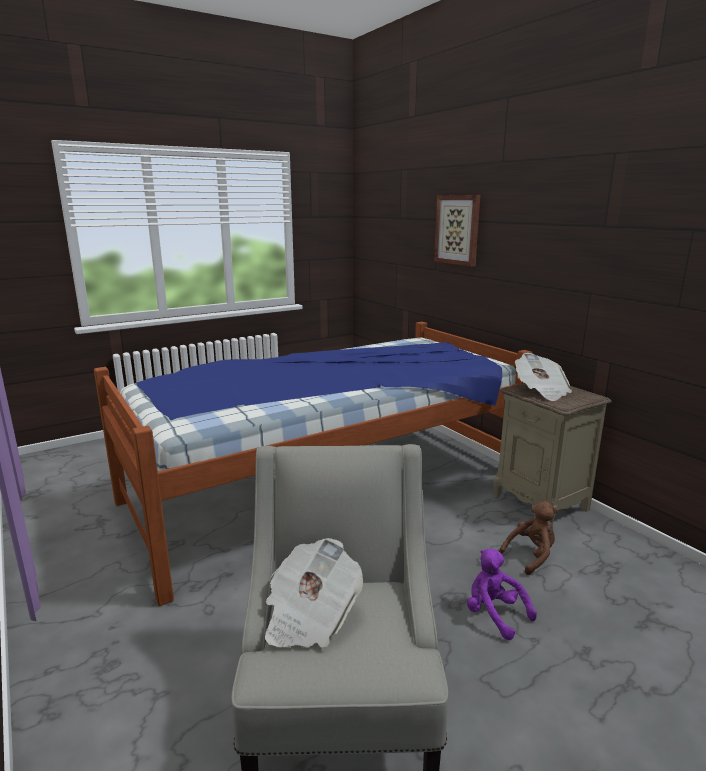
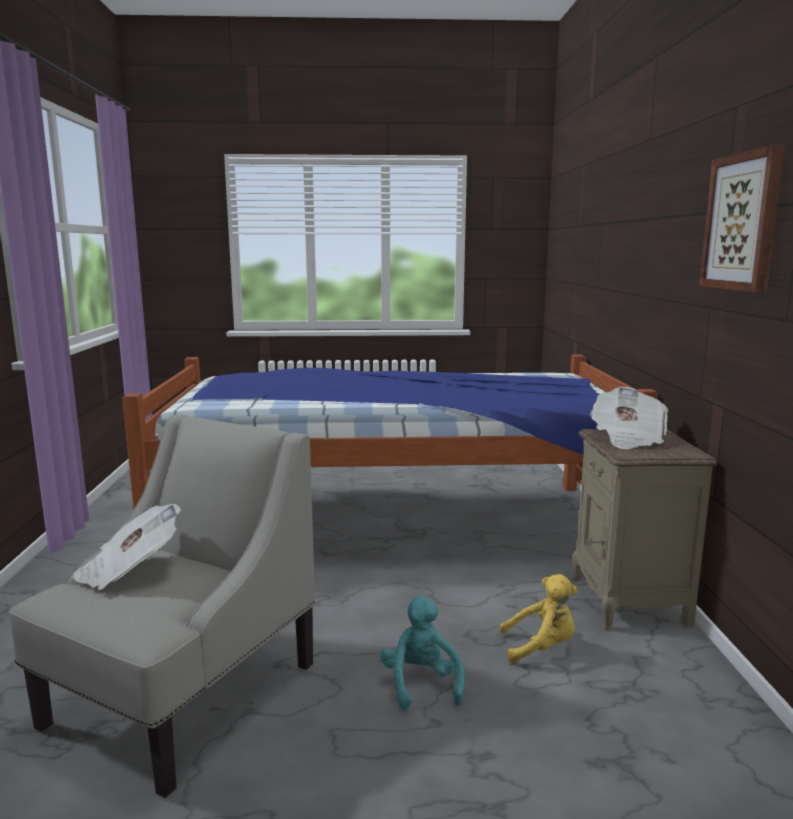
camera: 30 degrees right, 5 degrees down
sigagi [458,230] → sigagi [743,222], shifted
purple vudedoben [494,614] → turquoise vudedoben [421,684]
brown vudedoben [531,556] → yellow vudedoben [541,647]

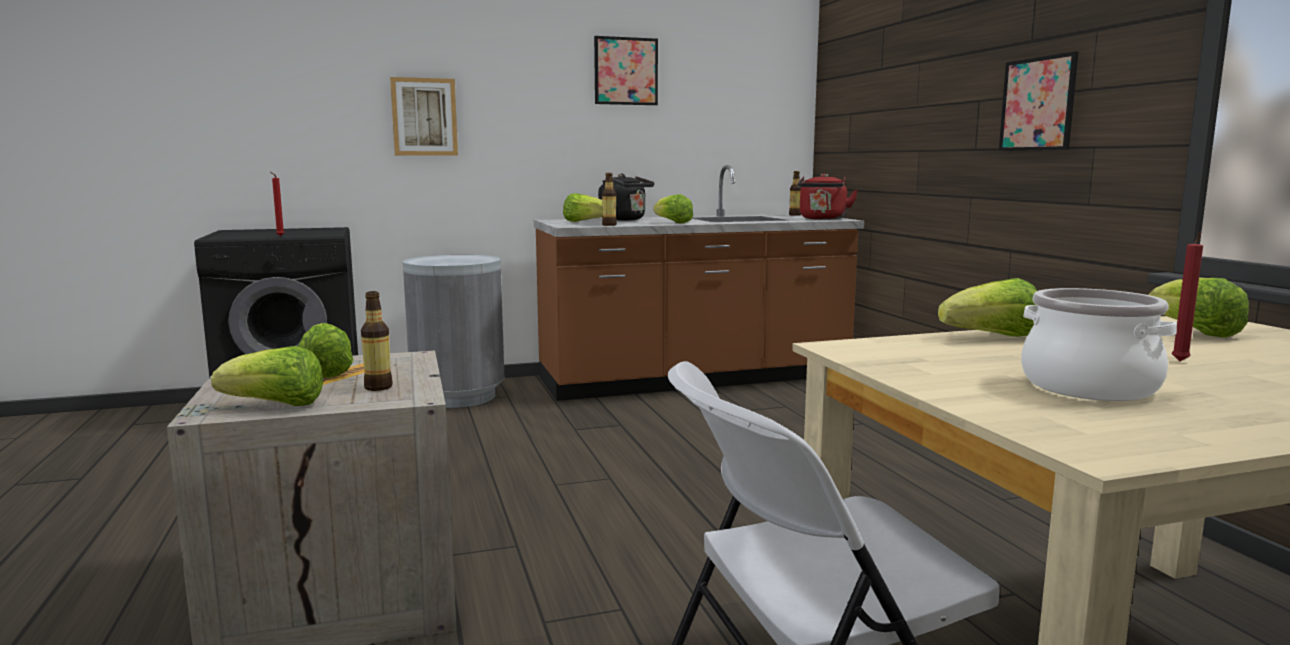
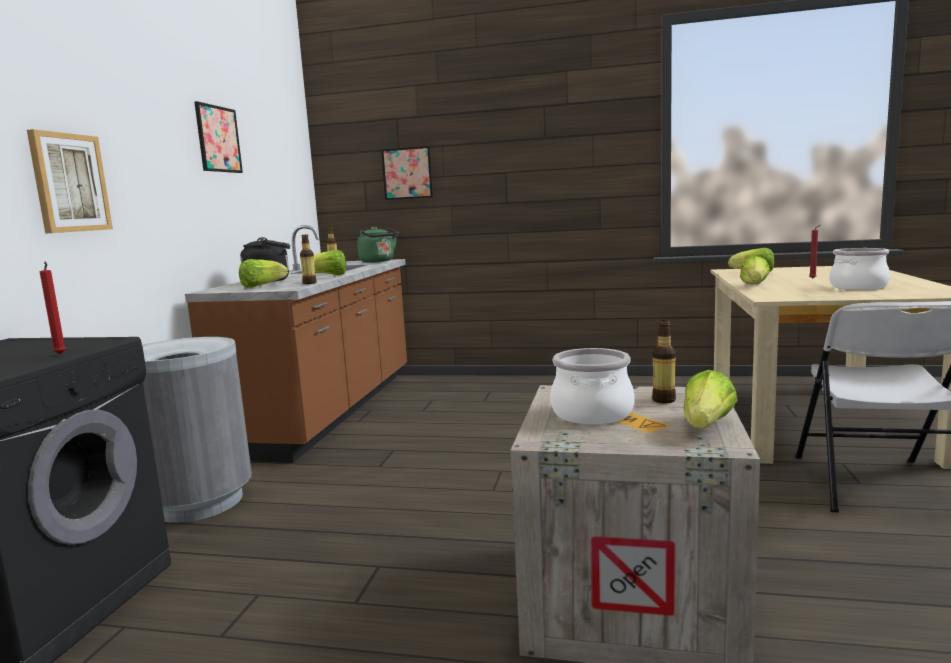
camera: 60 degrees left, 0 degrees up
sigagi [1038,104] → sigagi [407,173], shifted
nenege [326,372] → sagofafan [593,413]
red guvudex [822,219] → green guvudex [378,261]

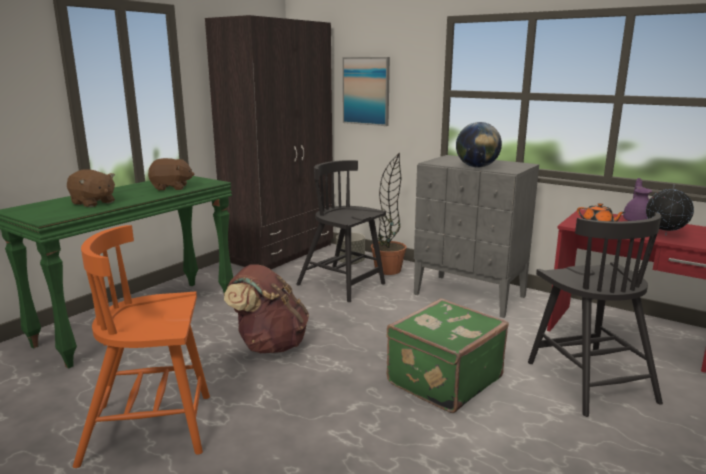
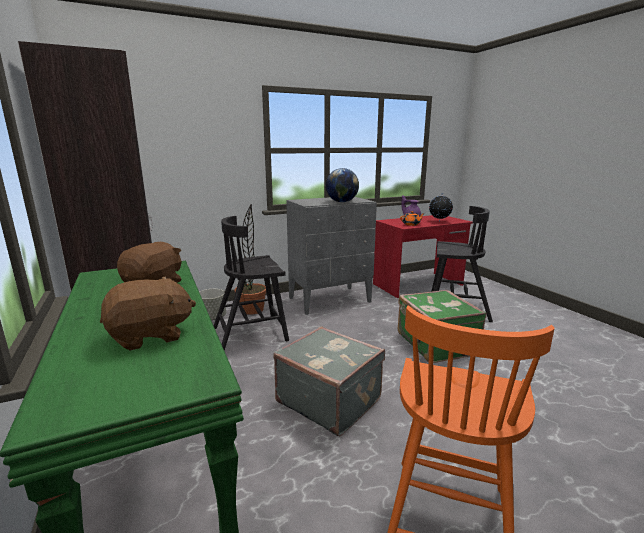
camera: 60 degrees left, 0 degrees up
sigagi [366,91] → -
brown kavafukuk [269,345] → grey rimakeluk [329,400]

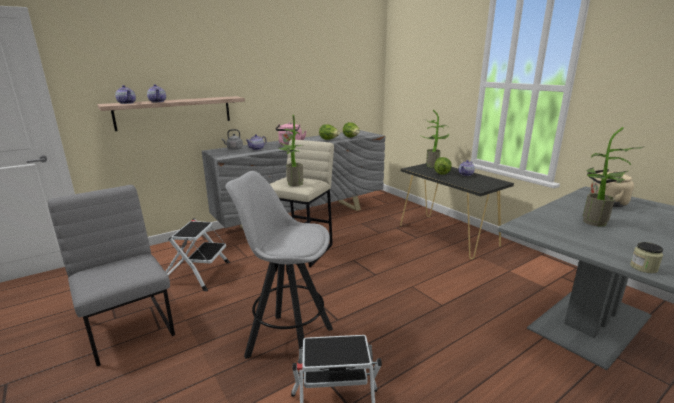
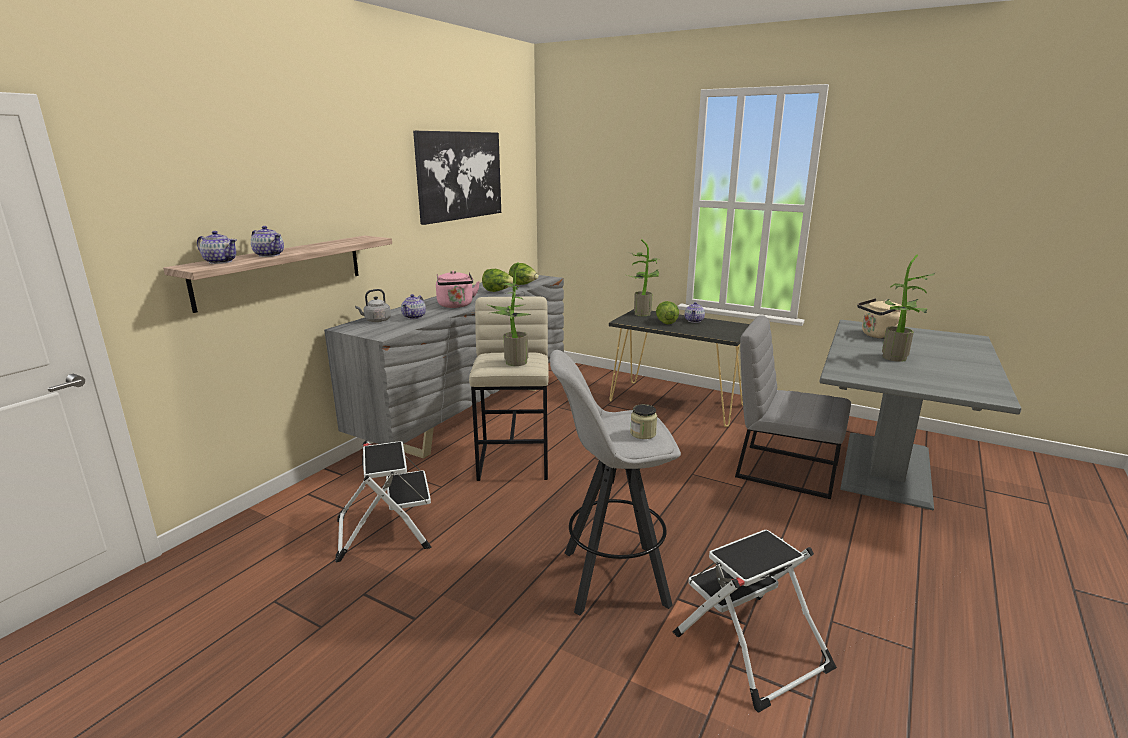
camera: 25 degrees left, 0 degrees up
- → sigagi [459,175]
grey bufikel [129,326] → grey bufikel [783,469], shifted
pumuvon [643,268] → pumuvon [643,433], shifted

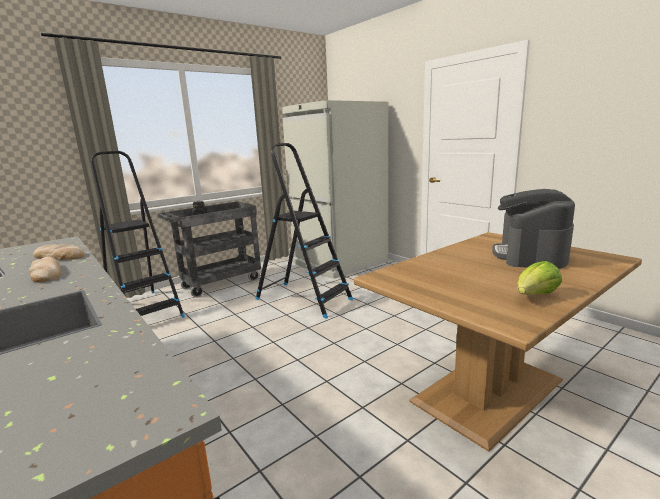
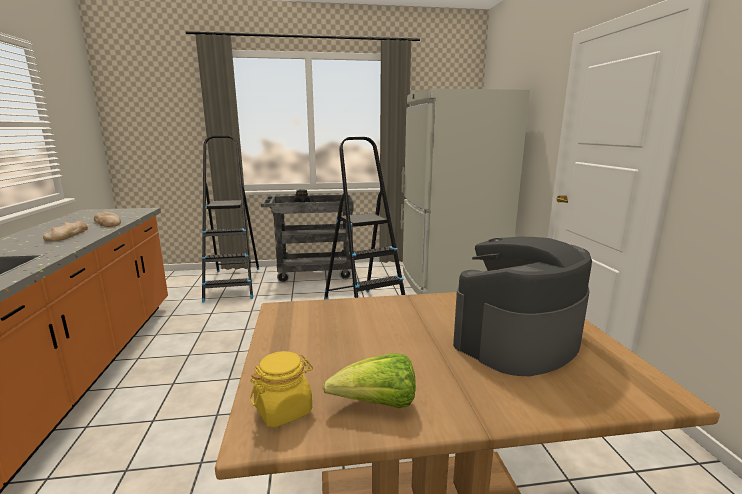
camera: 30 degrees right, 0 degrees up
- → yellow pumuvon [284,410]

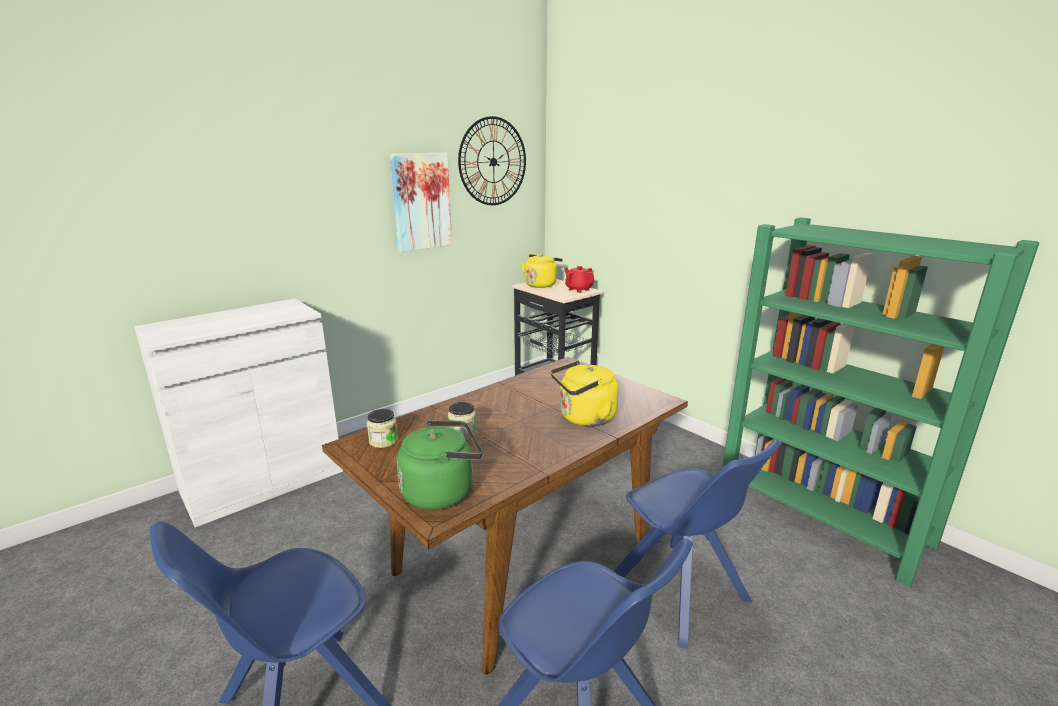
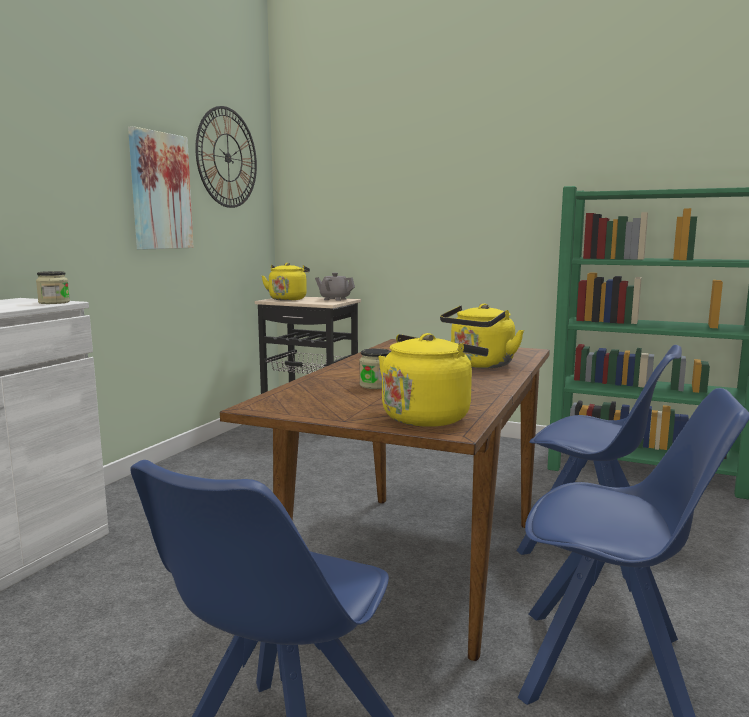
camera: 25 degrees left, 10 degrees down
pumuvon [383,441] → pumuvon [54,302], shifted
green guvudex [442,492] → yellow guvudex [429,416]
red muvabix [578,289] → grey muvabix [335,299]

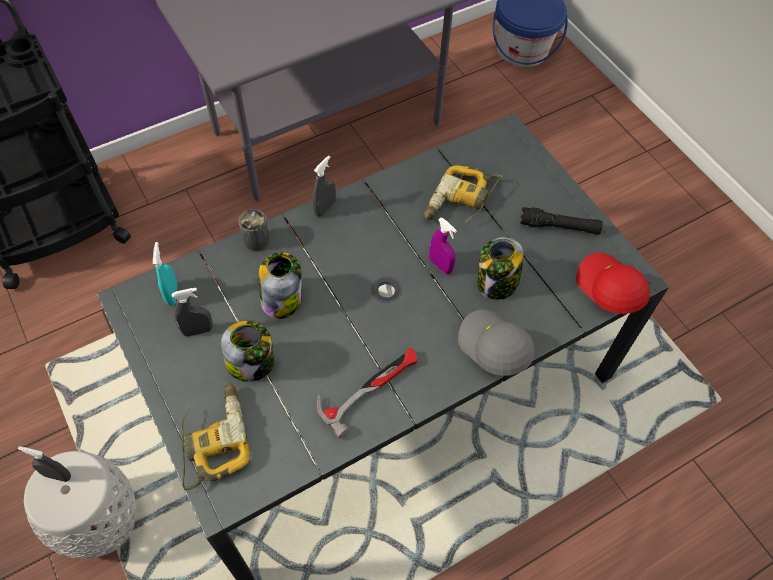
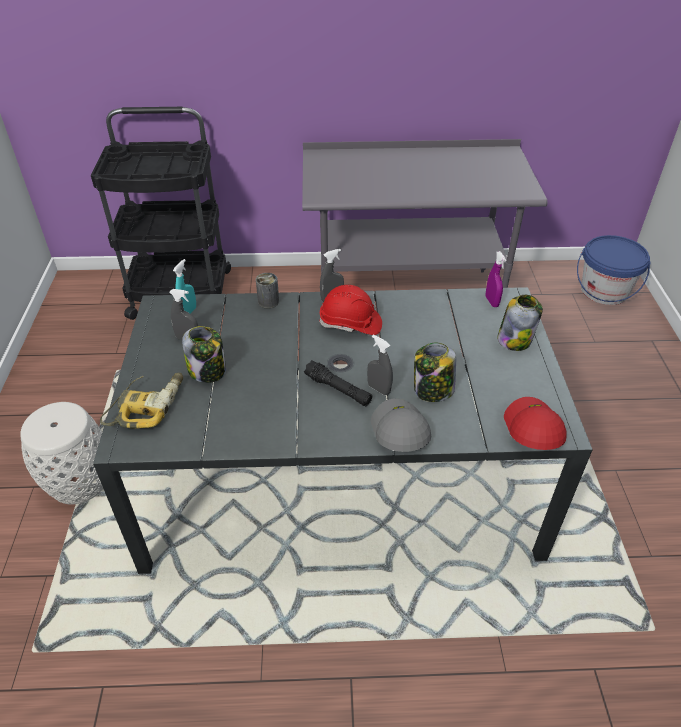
camera: 30 degrees right, 15 degrees down
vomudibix [369,387] → -
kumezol [461,202] → -
- → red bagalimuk [350,324]
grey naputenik [57,475] → grey naputenik [379,389], shifted
pumuvon [281,299] → pumuvon [514,340], shifted
purple naputenik [440,265] → purple naputenik [491,301], shifted
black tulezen [559,227] → black tulezen [338,389], shifted

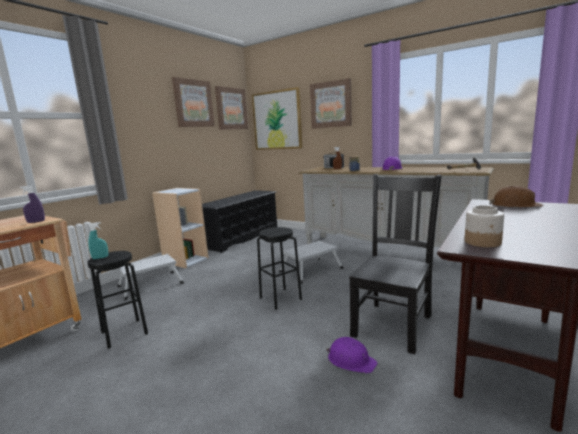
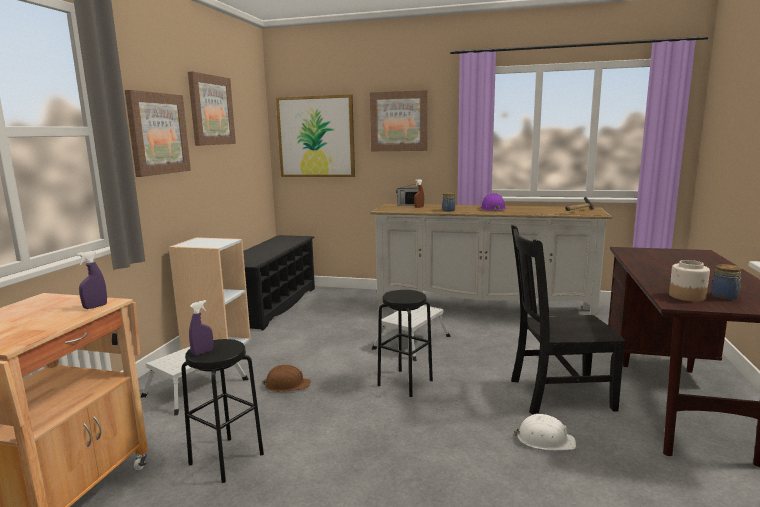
camera: 20 degrees left, 0 degrees up
- → pumuvon [725,296]
sigagi [231,108] → sigagi [158,134], shifted
brown bagalimuk [515,205] → brown bagalimuk [287,385], shifted
turquoise naputenik [100,258] → purple naputenik [202,352]
purple bagalimuk [351,360] → white bagalimuk [545,440]
black bufikel [393,324] → black bufikel [557,394], 105 degrees counterclockwise

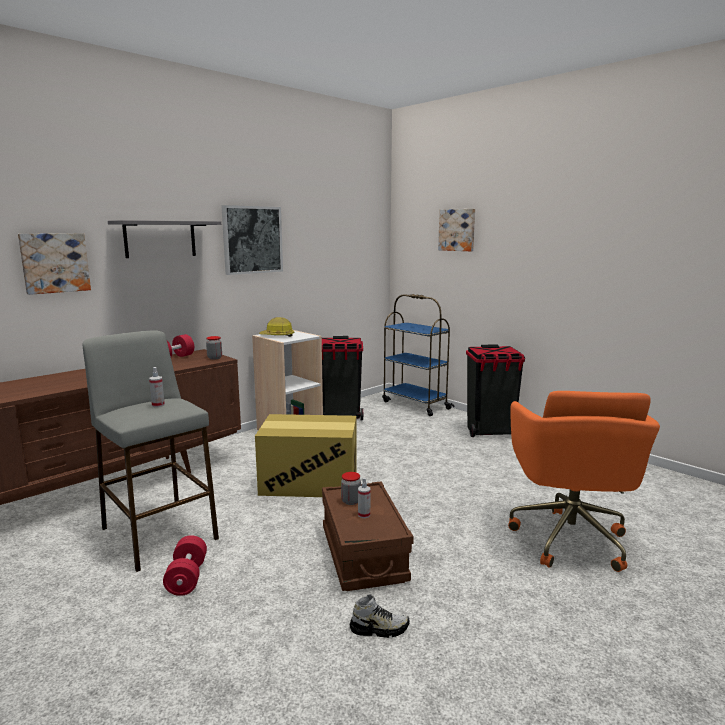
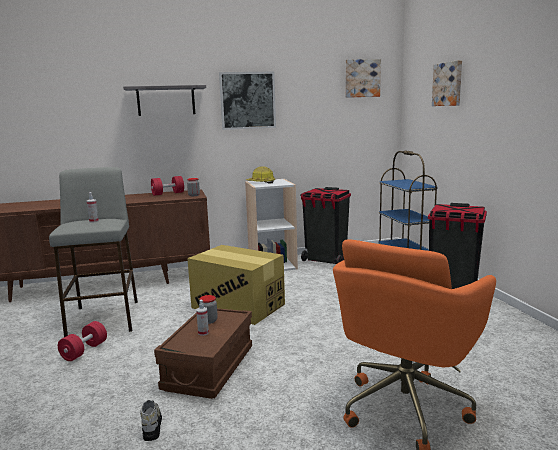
camera: 30 degrees right, 0 degrees up
sigagi [54,263] → sigagi [362,78], shifted
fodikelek [379,629] → fodikelek [151,425], 135 degrees counterclockwise

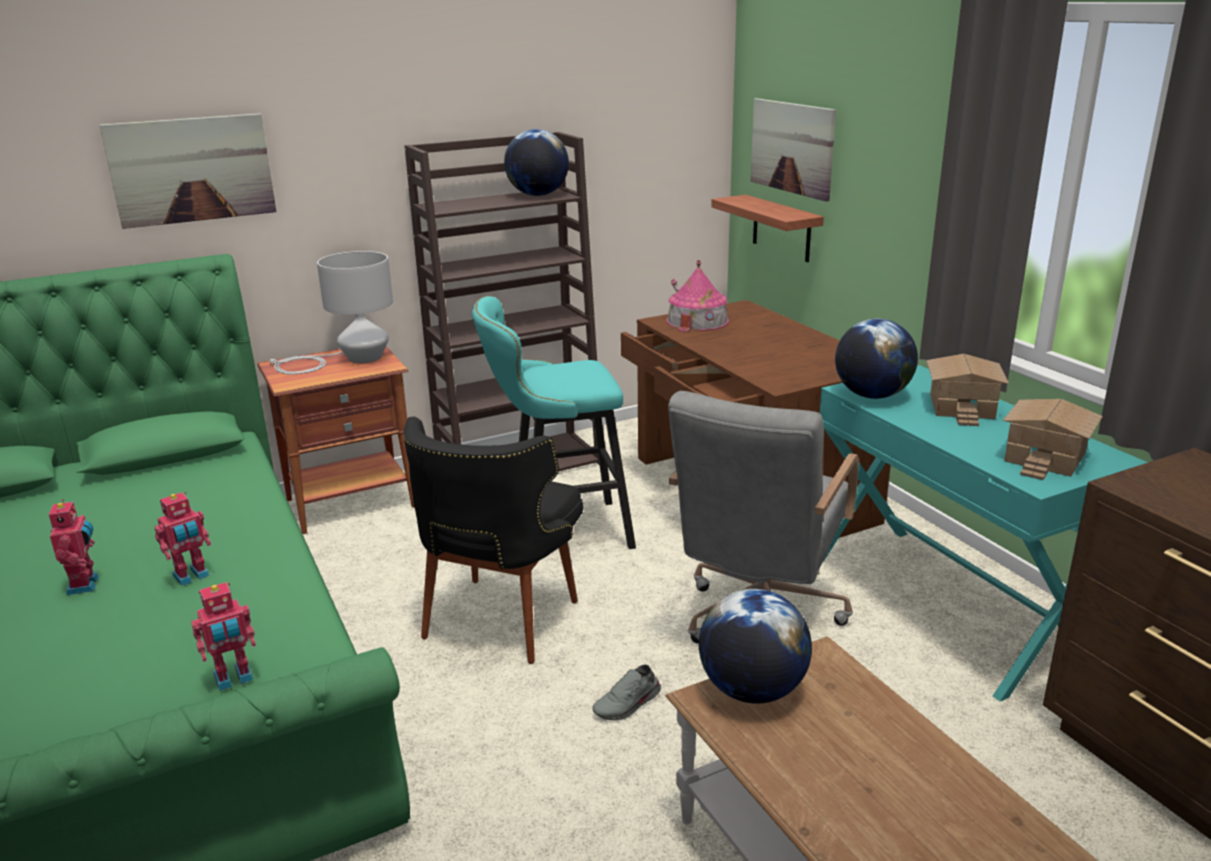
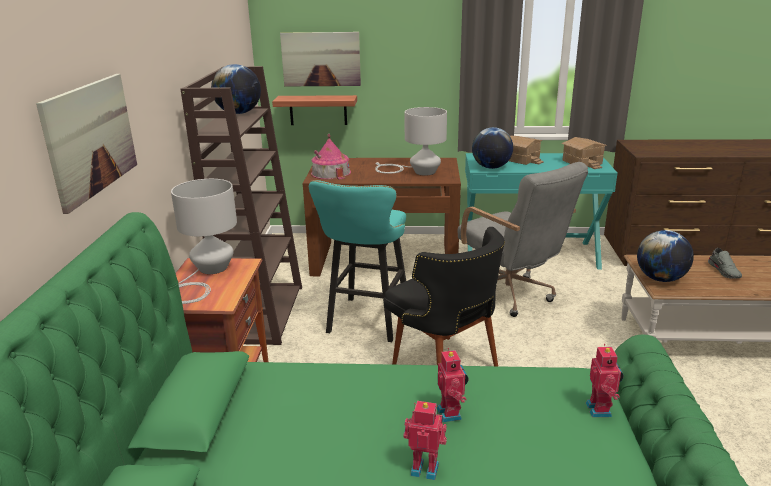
camera: 60 degrees left, 0 degrees up
- → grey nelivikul [411,171]
grey fodikelek [628,705] → grey fodikelek [725,271], shifted

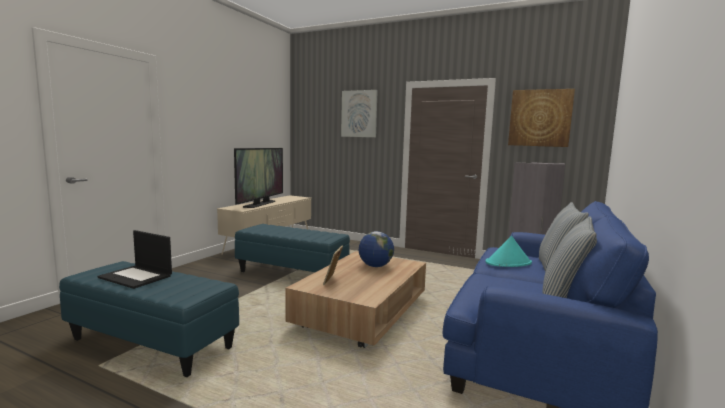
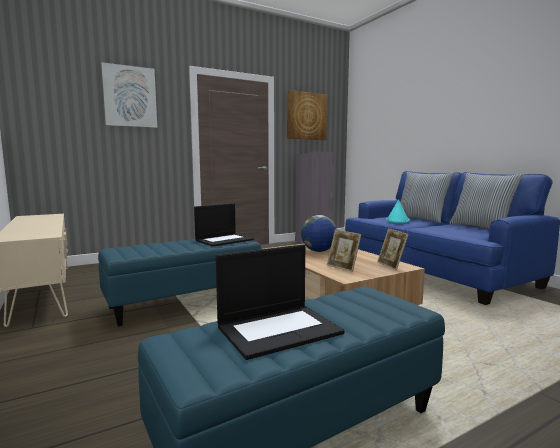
camera: 55 degrees left, 0 degrees up
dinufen [260,204] → -
- → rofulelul [224,240]
- → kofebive [391,266]

